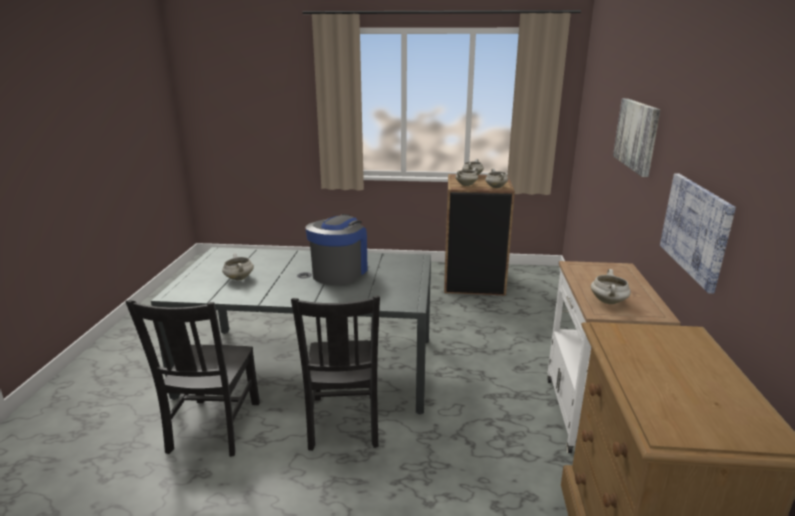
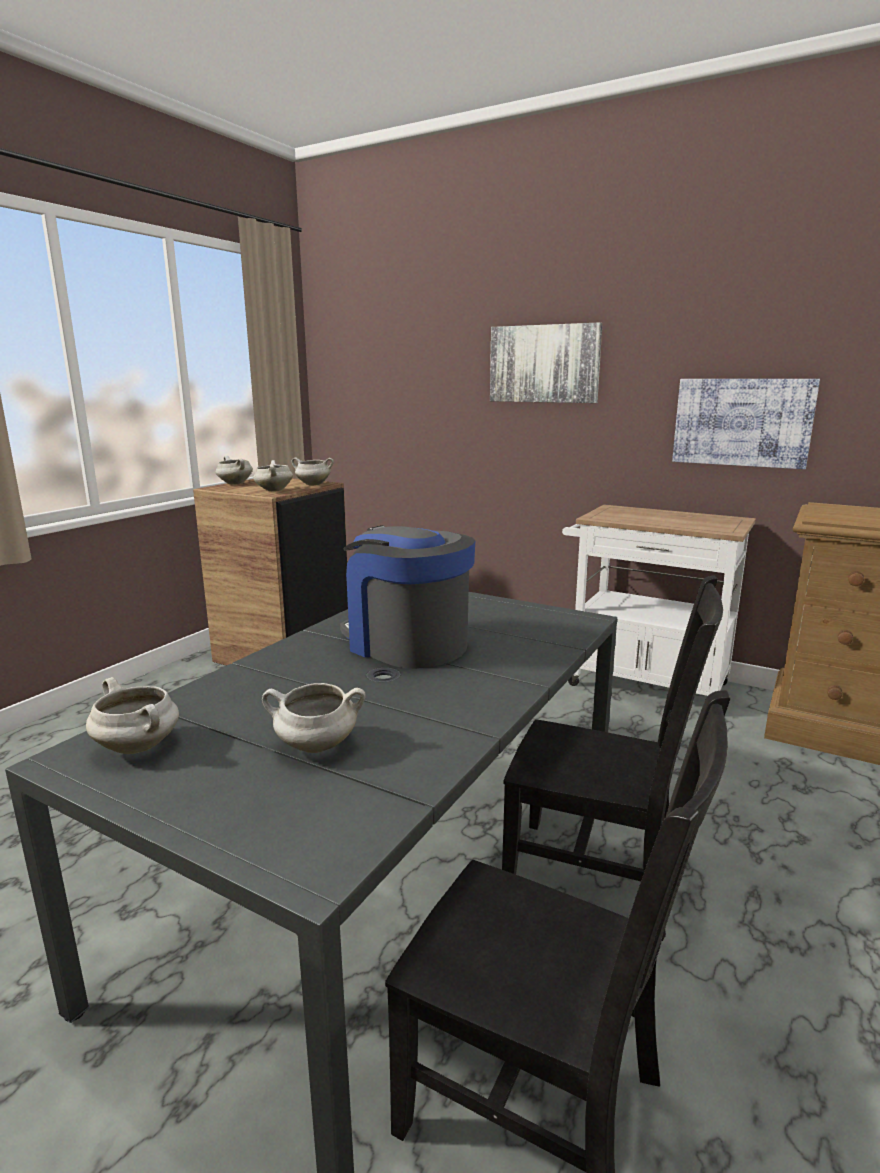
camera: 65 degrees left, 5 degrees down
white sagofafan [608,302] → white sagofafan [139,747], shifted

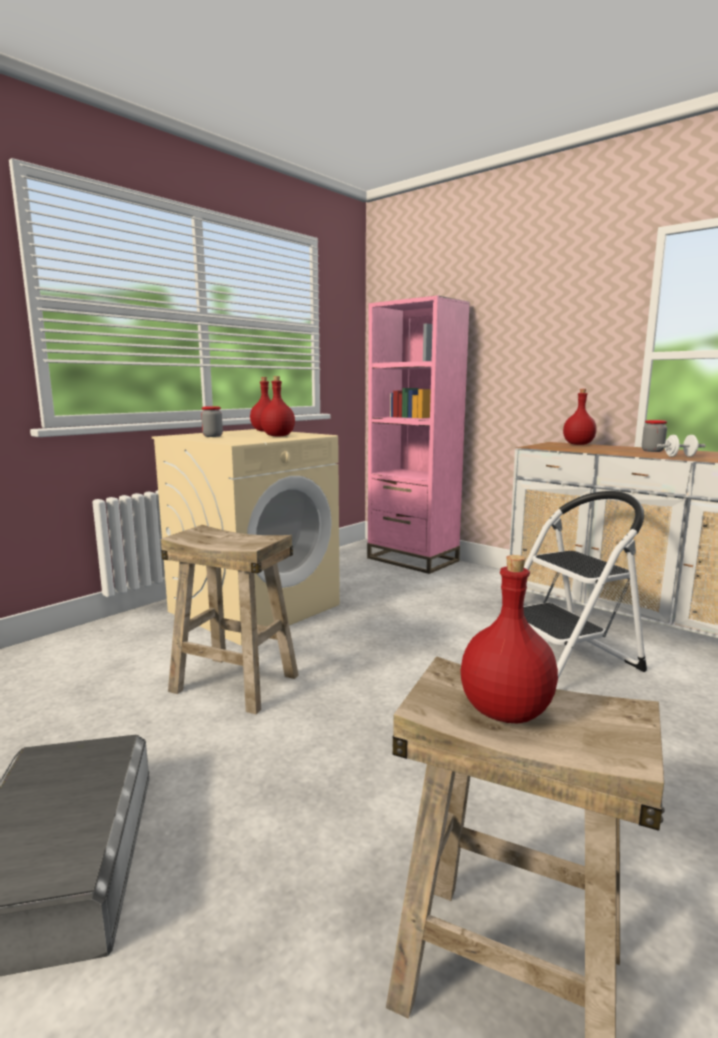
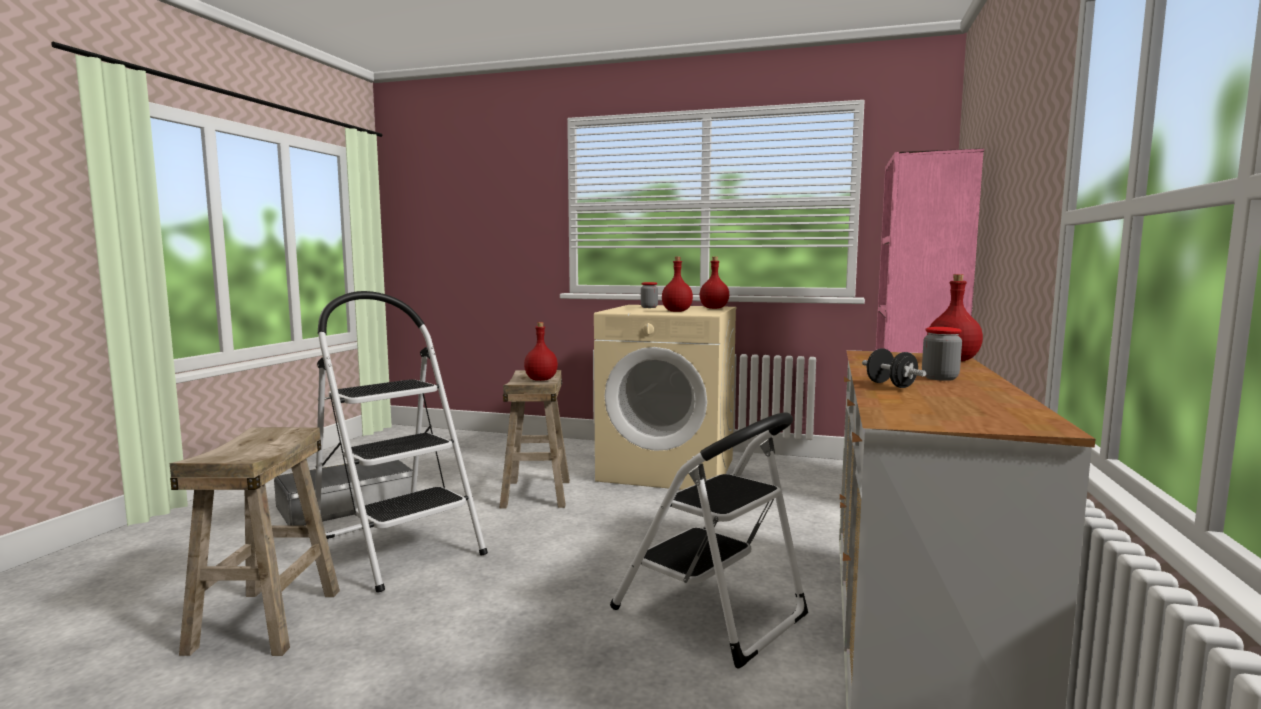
camera: 65 degrees right, 5 degrees down
- → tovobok [397,546]
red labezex [507,711] → red labezex [541,380], shifted
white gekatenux [680,456] → black gekatenux [891,385]

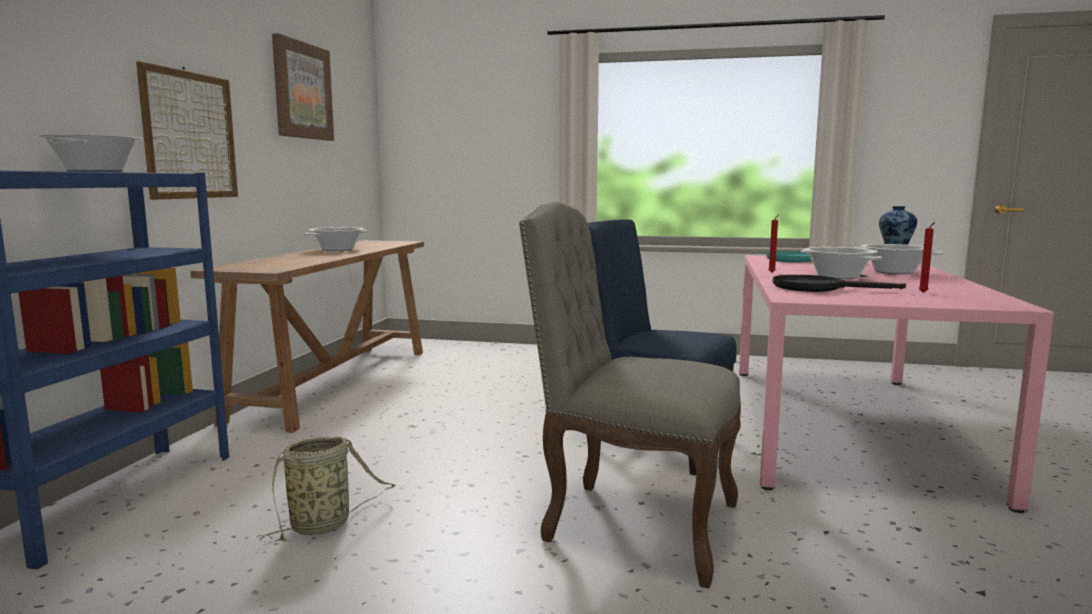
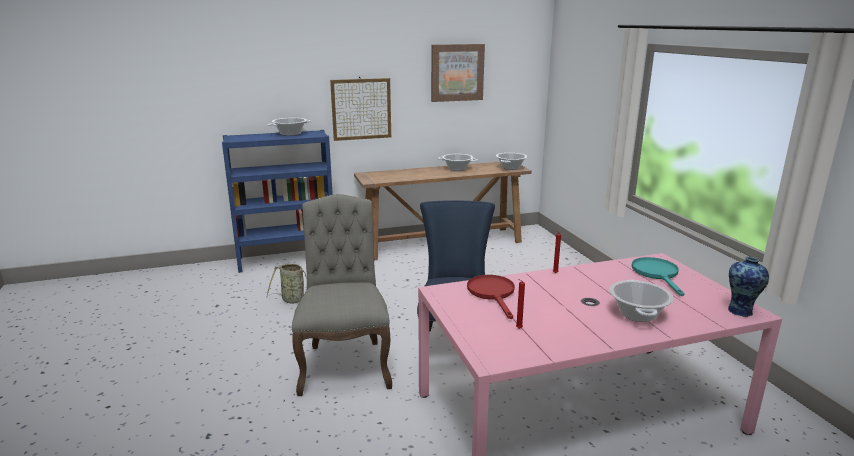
camera: 60 degrees right, 10 degrees up
sagofafan [838,276] → sagofafan [511,168], shifted
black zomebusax [817,288] → red zomebusax [493,293]

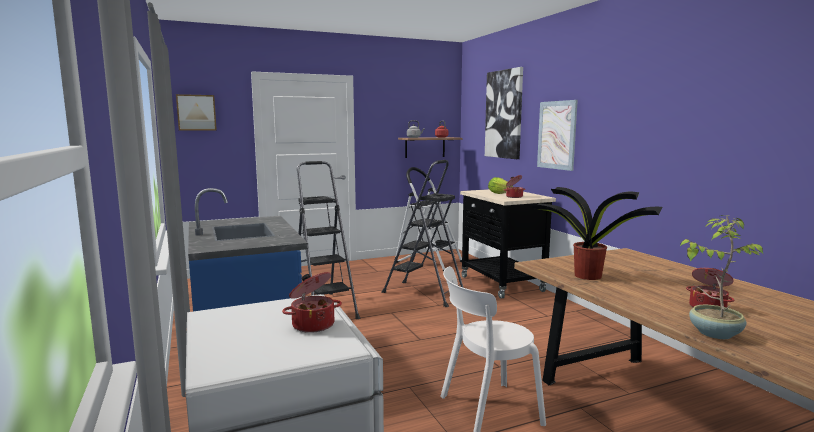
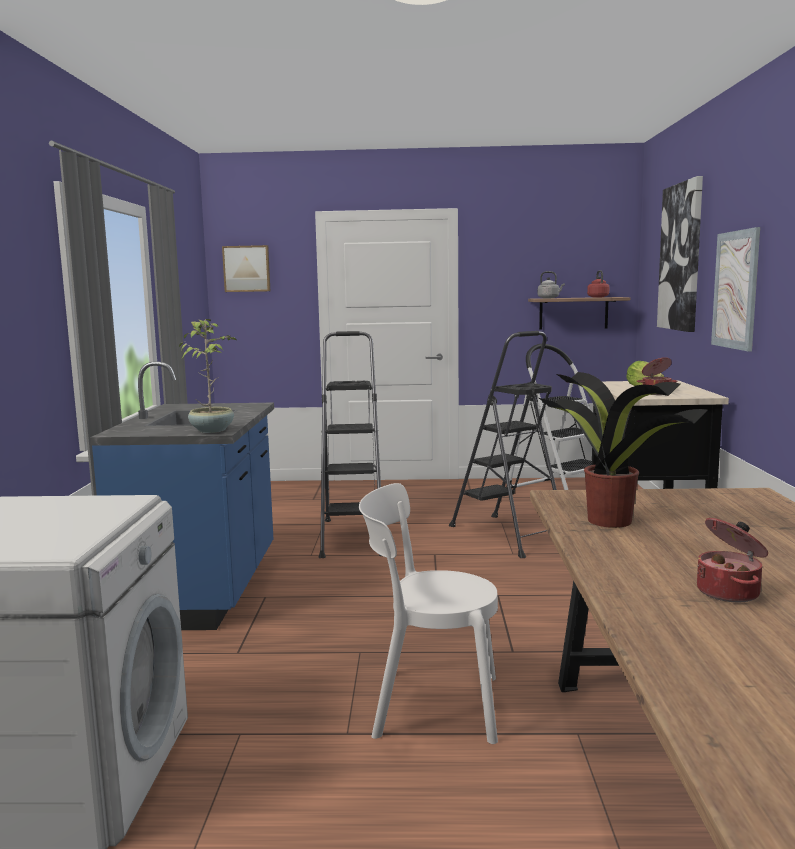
camera: 25 degrees right, 0 degrees up
sagofafan [313,324] → -
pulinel [714,333] → pulinel [212,430], shifted

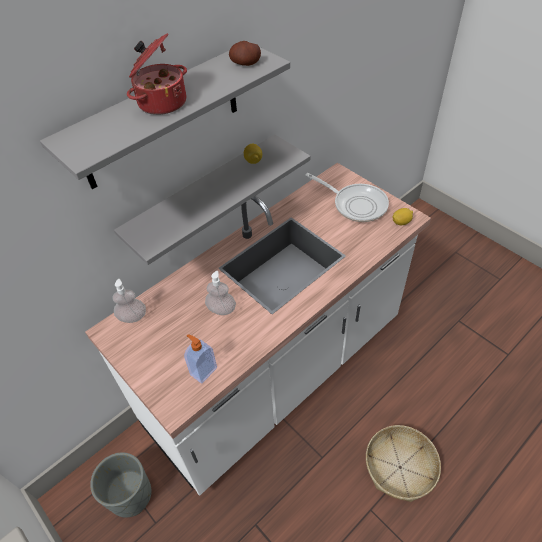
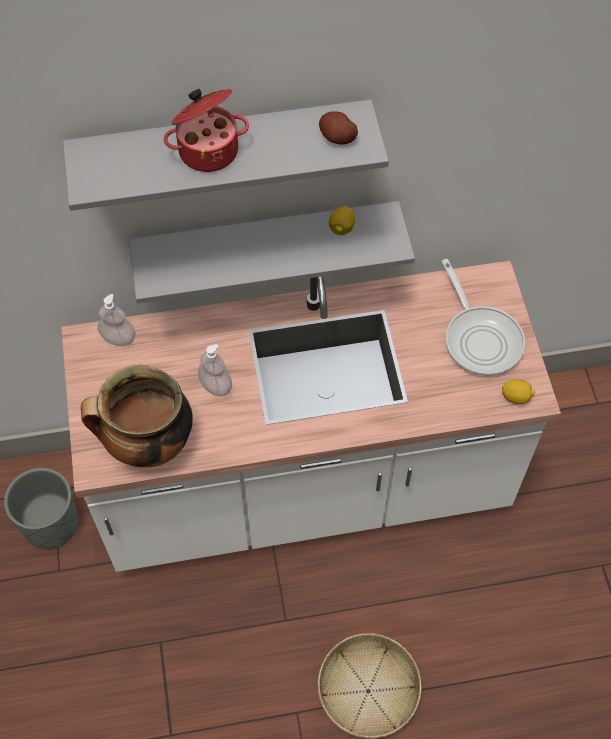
camera: 30 degrees right, 10 degrees up
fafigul [203,371] → sagofafan [148,445]

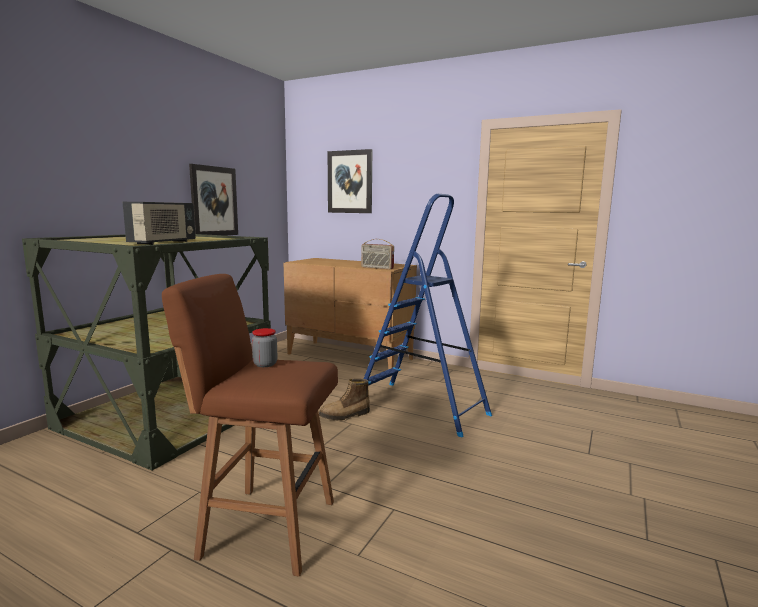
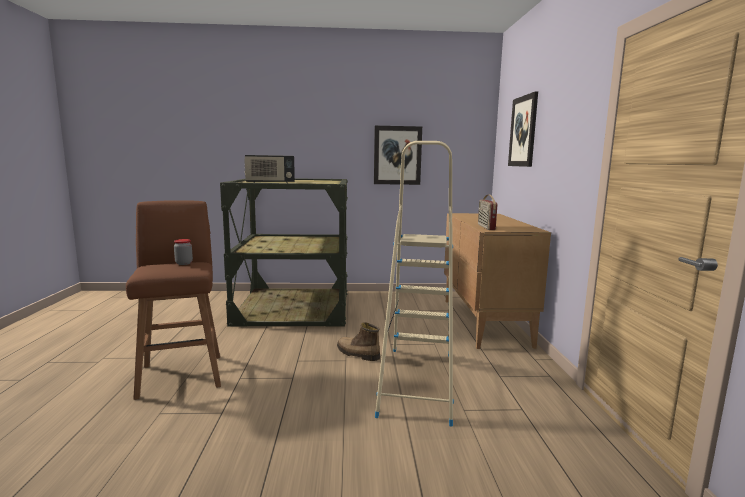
camera: 60 degrees right, 0 degrees up
blue tovobok [420,407] → beige tovobok [418,381]

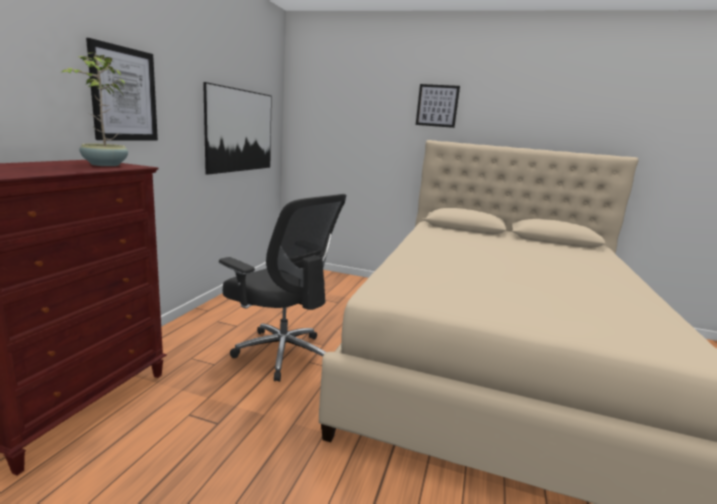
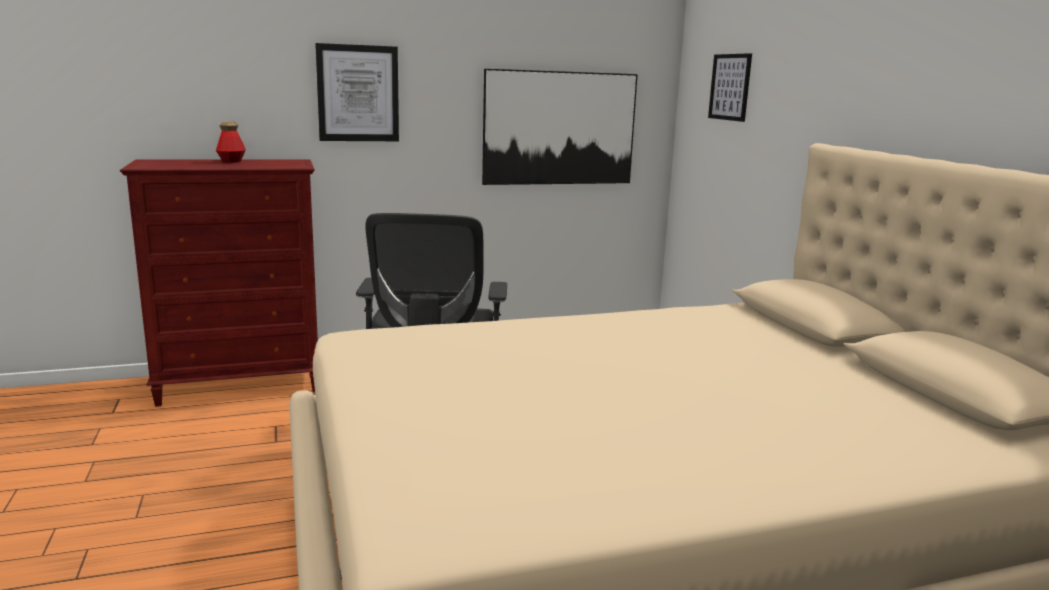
camera: 55 degrees right, 0 degrees up
pulinel [104,165] → -
- → labezex [231,161]
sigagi [437,105] → sigagi [730,87], shifted

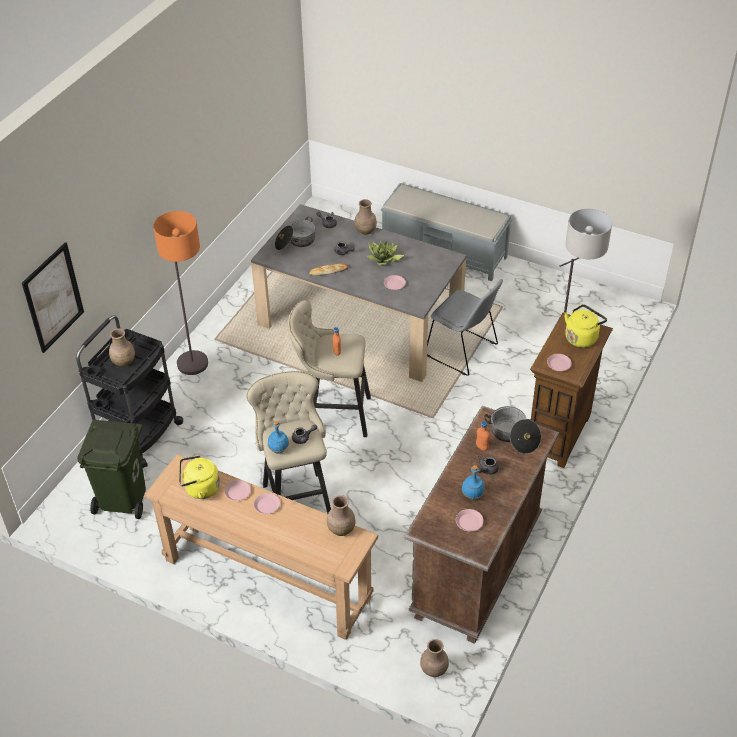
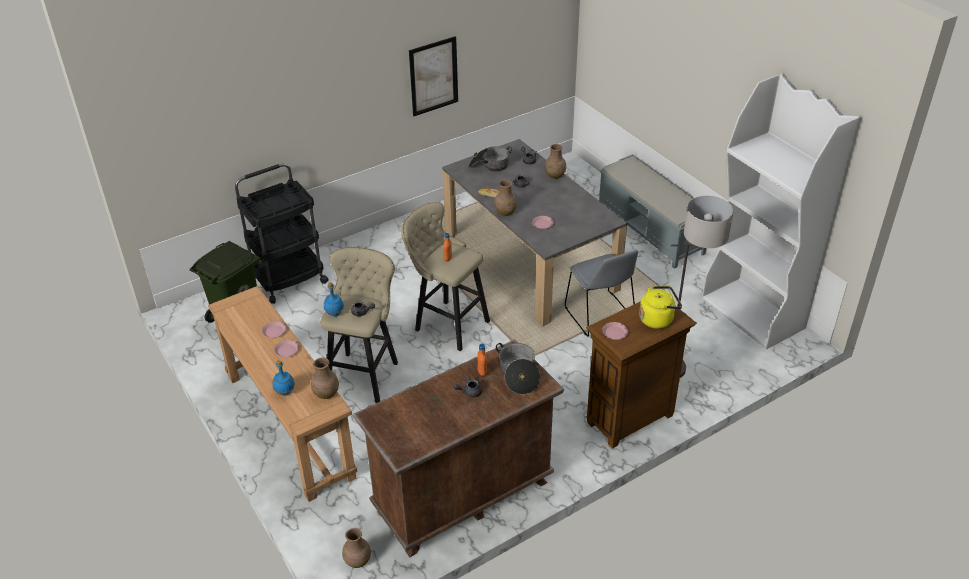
camera: 30 degrees right, 5 degrees down
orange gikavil [197,369] → -
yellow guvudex [200,489] → -
pulinel [383,259] → -
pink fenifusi [469,522] → -
- → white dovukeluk [753,313]
sigagi [53,297] → sigagi [433,76], shifted
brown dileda [124,362] → brown dileda [505,212], shifted
blue labezex [472,496] → blue labezex [285,392], shifted

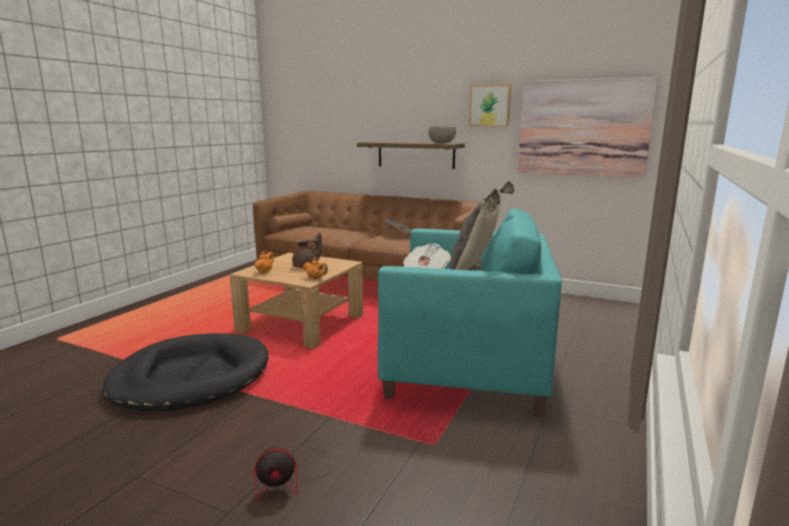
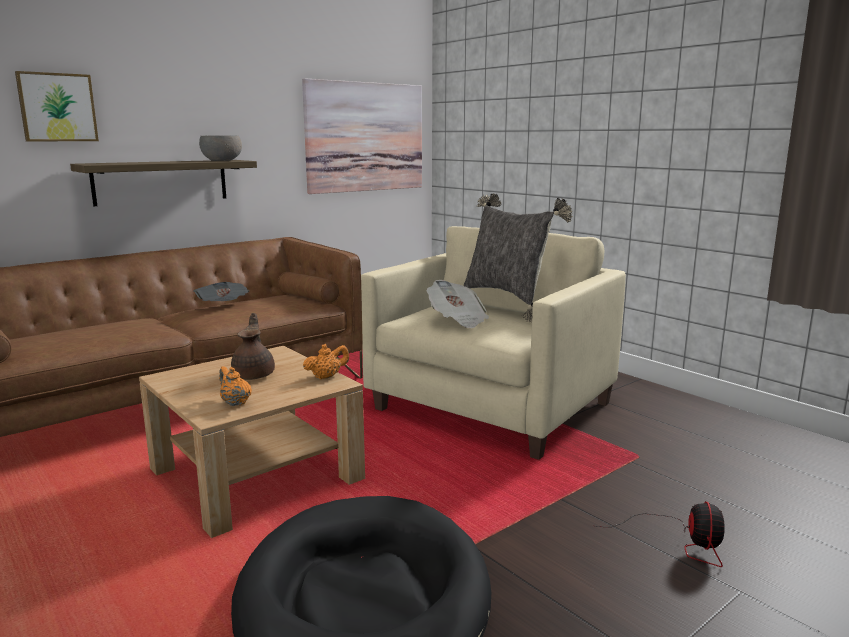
camera: 65 degrees left, 0 degrees up
sigagi [490,105] → sigagi [57,107], shifted
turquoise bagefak [466,365] → beige bagefak [490,406]

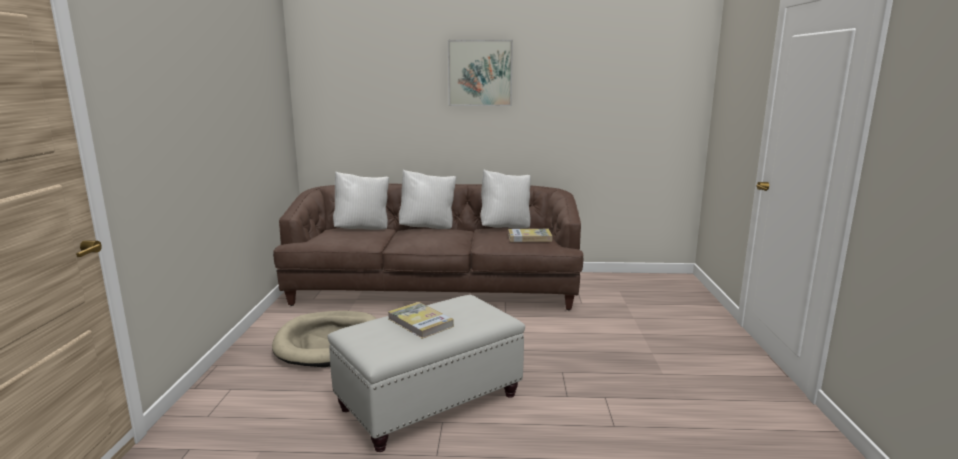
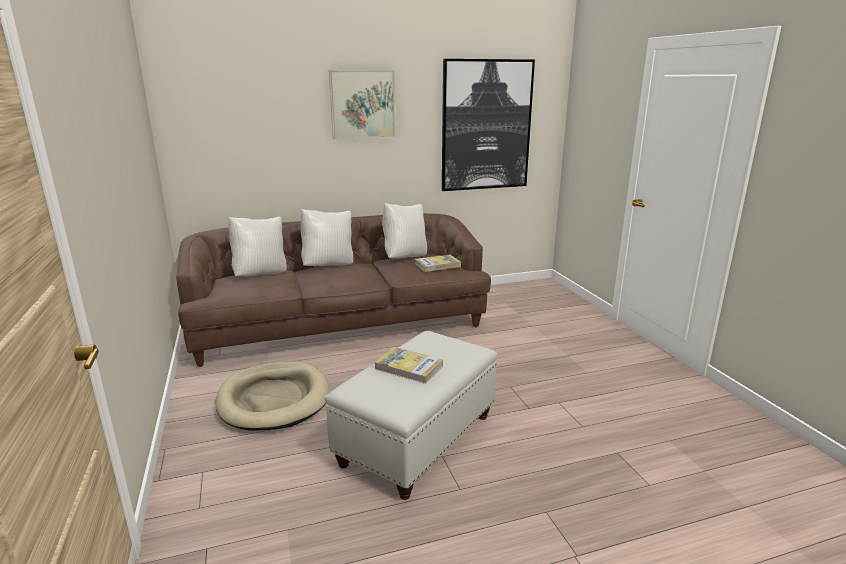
camera: 20 degrees left, 5 degrees up
- → sigagi [486,126]

